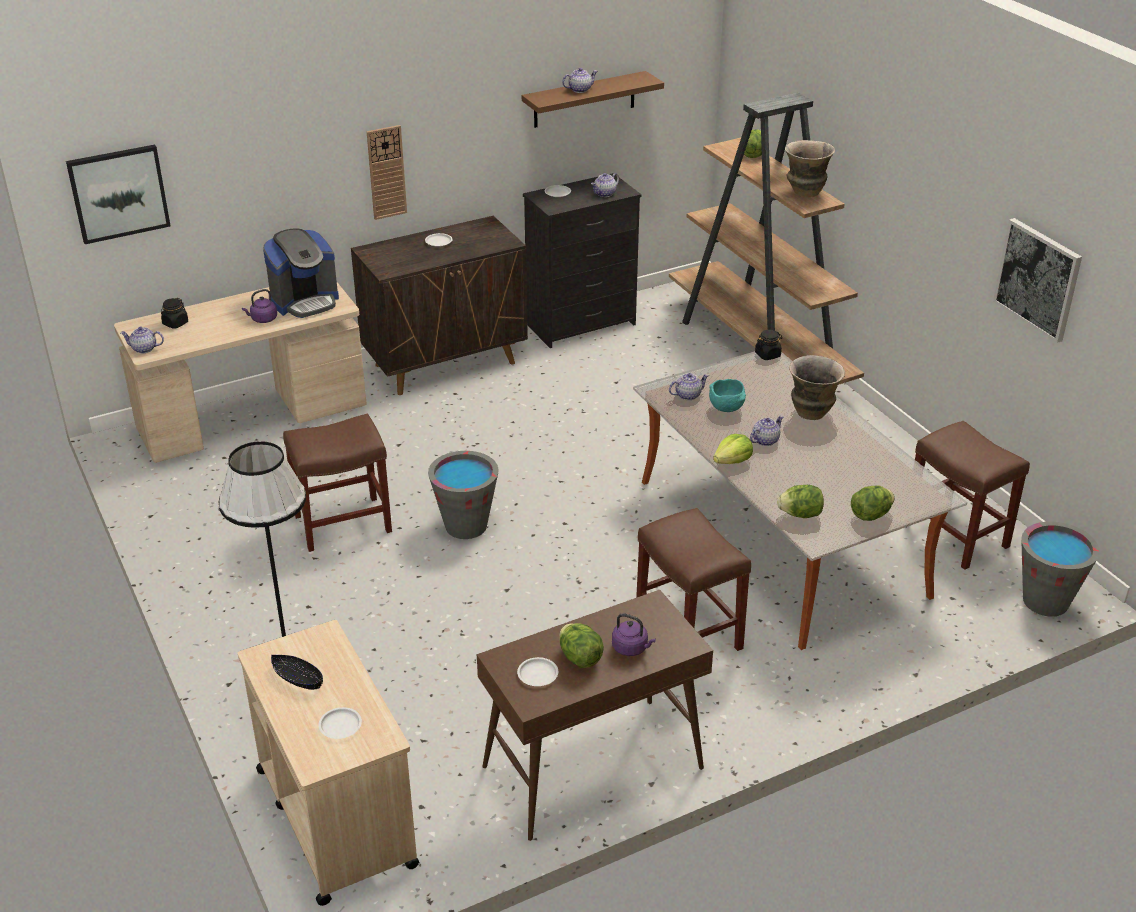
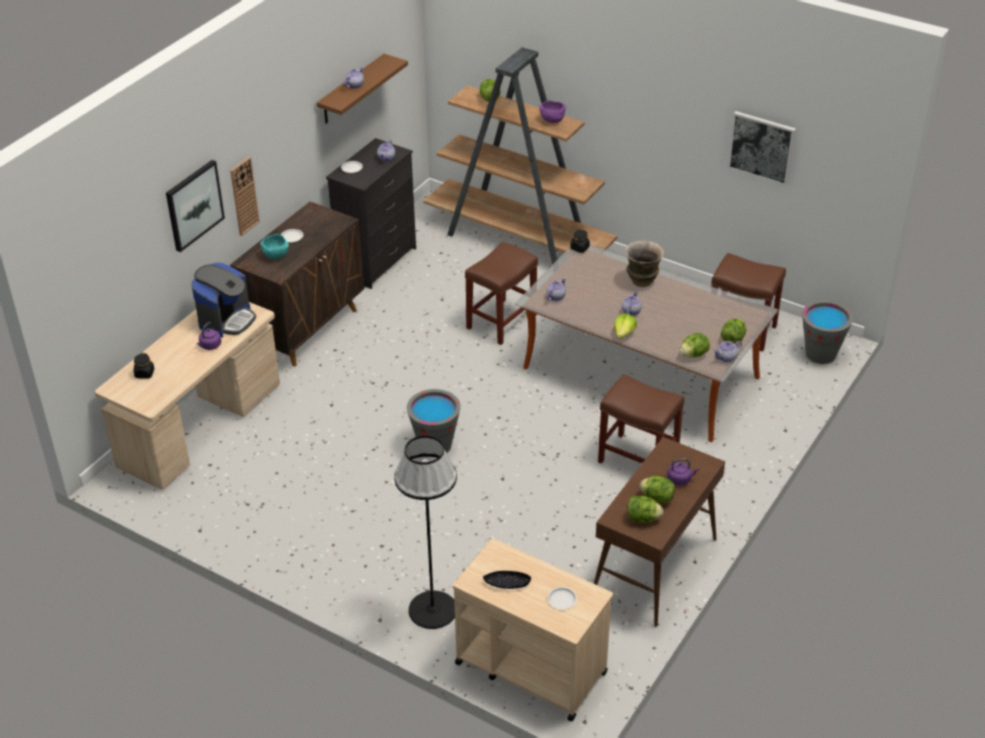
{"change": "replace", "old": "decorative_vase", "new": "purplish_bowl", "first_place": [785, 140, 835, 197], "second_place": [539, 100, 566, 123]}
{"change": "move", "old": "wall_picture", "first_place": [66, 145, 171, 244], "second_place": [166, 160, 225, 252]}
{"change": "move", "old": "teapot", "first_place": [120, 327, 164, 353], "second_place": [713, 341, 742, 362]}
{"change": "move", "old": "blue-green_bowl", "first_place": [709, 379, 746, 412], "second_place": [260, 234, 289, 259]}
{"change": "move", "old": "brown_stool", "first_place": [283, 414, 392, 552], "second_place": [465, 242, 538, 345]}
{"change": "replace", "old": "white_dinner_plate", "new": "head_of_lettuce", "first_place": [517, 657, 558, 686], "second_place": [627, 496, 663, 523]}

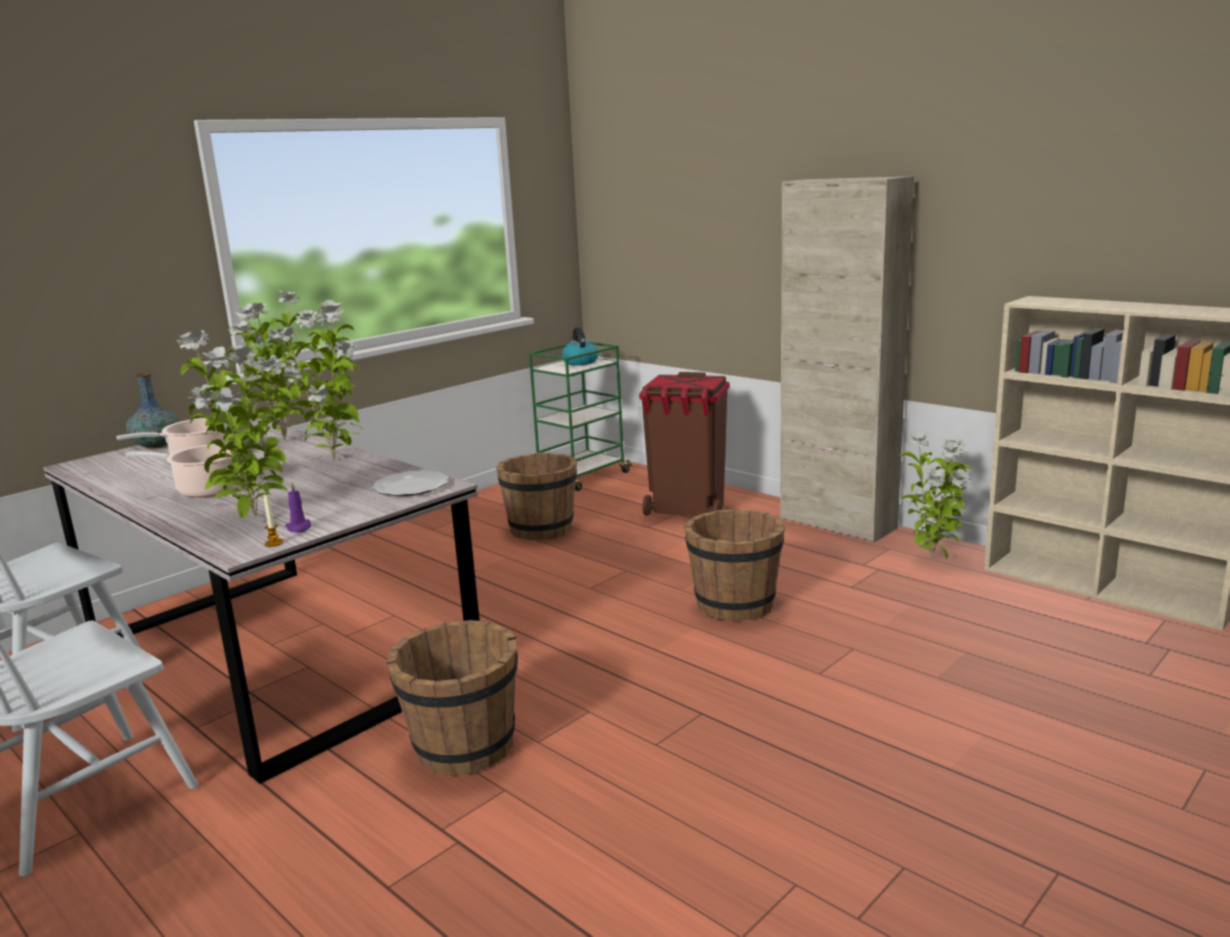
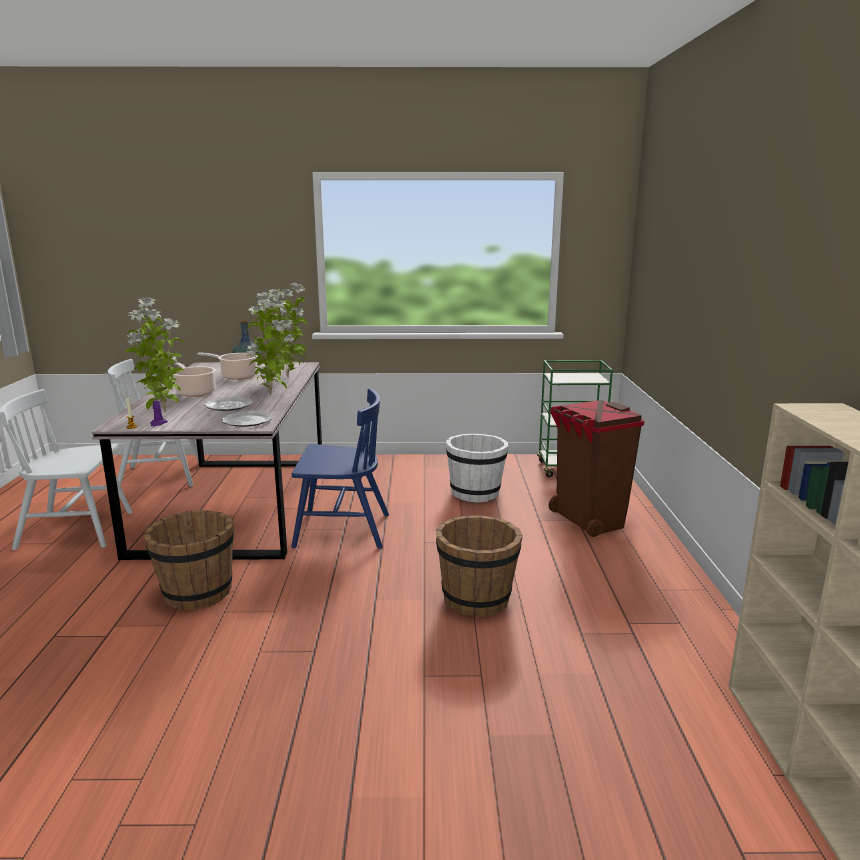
{"change": "delete", "old": "beige_cabinet", "first_place": [780, 176, 914, 543]}
{"change": "delete", "old": "water_kettle", "first_place": [561, 327, 599, 366]}
{"change": "delete", "old": "plant_in_a_pot", "first_place": [899, 432, 971, 560]}
{"change": "recolor", "old": "brown_water_bucket", "new": "white_water_bucket", "first_place": [496, 453, 577, 540], "second_place": [446, 434, 508, 503]}
{"change": "insert", "new": "blue_upright_chair", "second_place": [291, 389, 389, 549]}
{"change": "insert", "new": "dinner_plate", "second_place": [205, 397, 253, 411]}

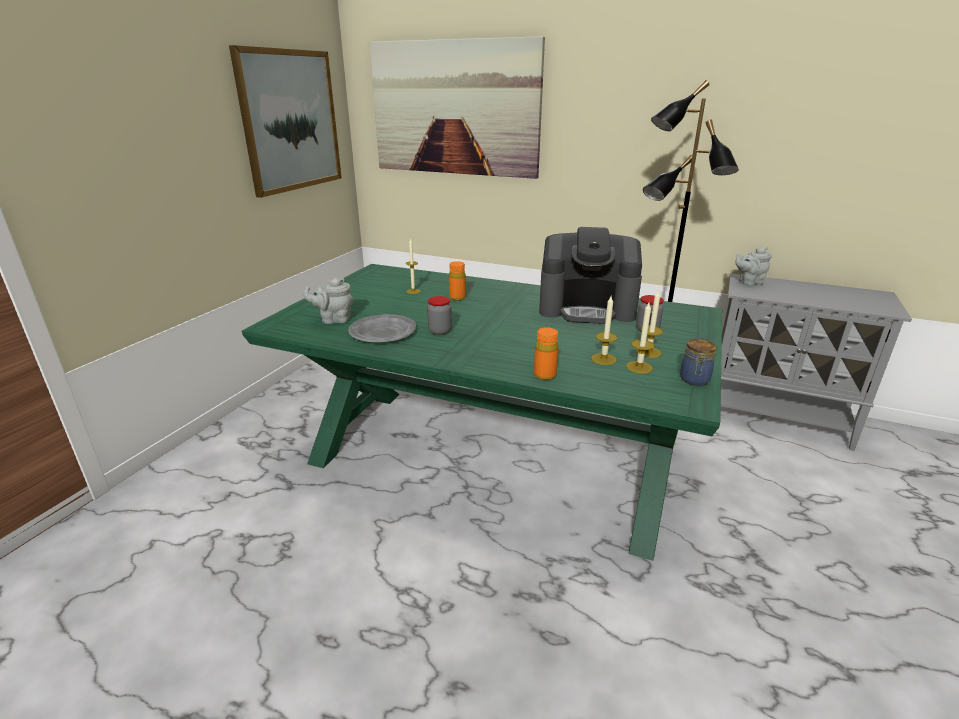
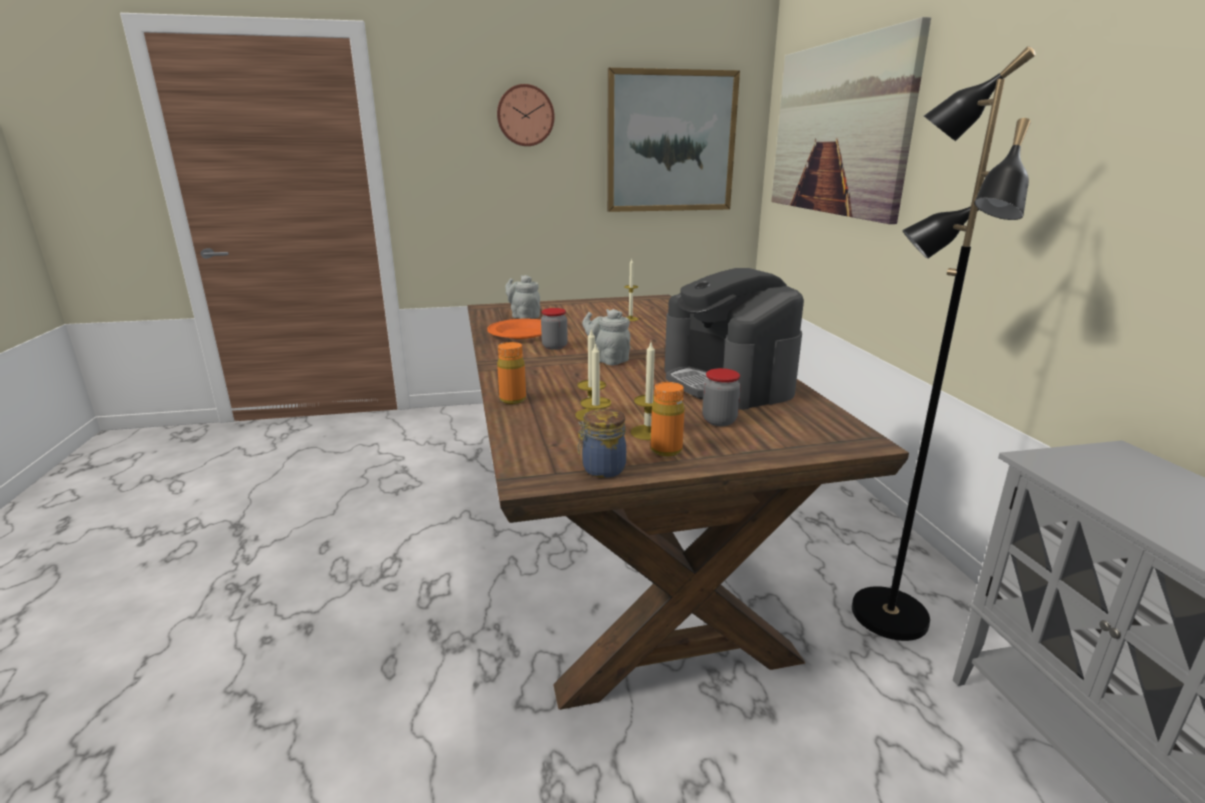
{"change": "move", "old": "gray_teapot", "first_place": [735, 247, 772, 286], "second_place": [582, 309, 630, 365]}
{"change": "move", "old": "orange_drink_bottle", "first_place": [449, 261, 466, 301], "second_place": [651, 382, 684, 457]}
{"change": "recolor", "old": "green_dining_table", "new": "brown_dining_table", "first_place": [242, 264, 722, 561], "second_place": [467, 295, 909, 710]}
{"change": "recolor", "old": "gray_dinner_plate", "new": "orange_dinner_plate", "first_place": [348, 314, 416, 342], "second_place": [487, 319, 542, 339]}
{"change": "insert", "new": "wall_clock", "second_place": [497, 84, 554, 146]}

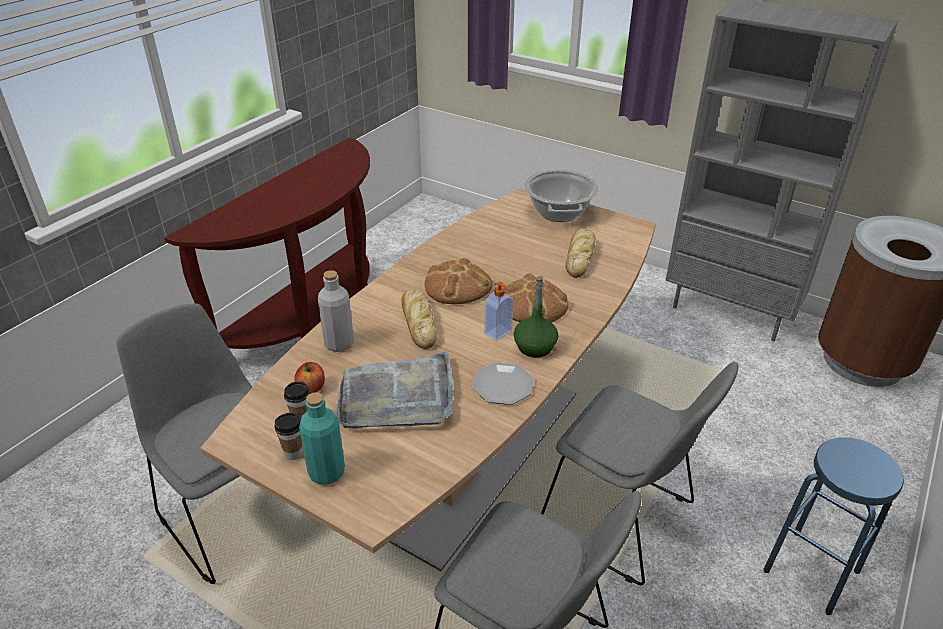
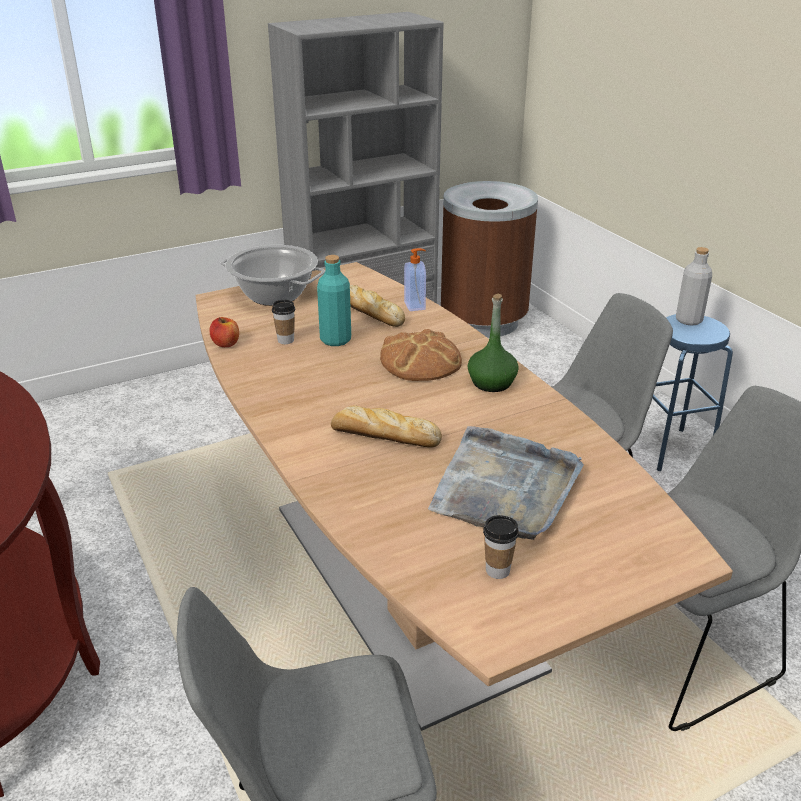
{"change": "delete", "old": "baked_bread", "first_place": [424, 258, 492, 304]}
{"change": "move", "old": "gray_drink_bottle", "first_place": [318, 270, 354, 352], "second_place": [676, 247, 712, 326]}
{"change": "move", "old": "soap_dispenser", "first_place": [484, 281, 513, 341], "second_place": [404, 248, 426, 311]}
{"change": "move", "old": "whole_apple", "first_place": [294, 362, 325, 394], "second_place": [209, 317, 239, 347]}
{"change": "delete", "old": "dinner_plate", "first_place": [472, 363, 533, 405]}
{"change": "move", "old": "blue-green_drink_bottle", "first_place": [299, 392, 345, 485], "second_place": [317, 255, 351, 346]}
{"change": "move", "old": "drinking_cup", "first_place": [274, 413, 303, 460], "second_place": [272, 300, 295, 344]}

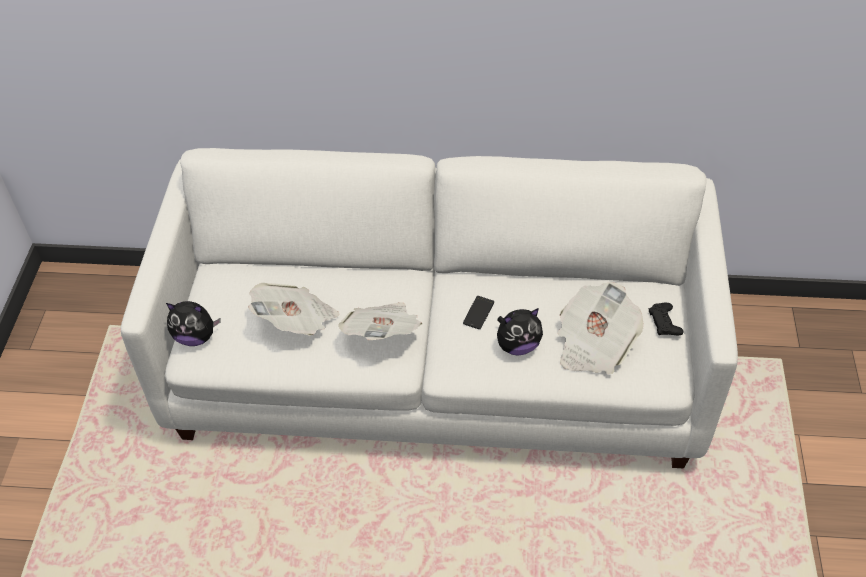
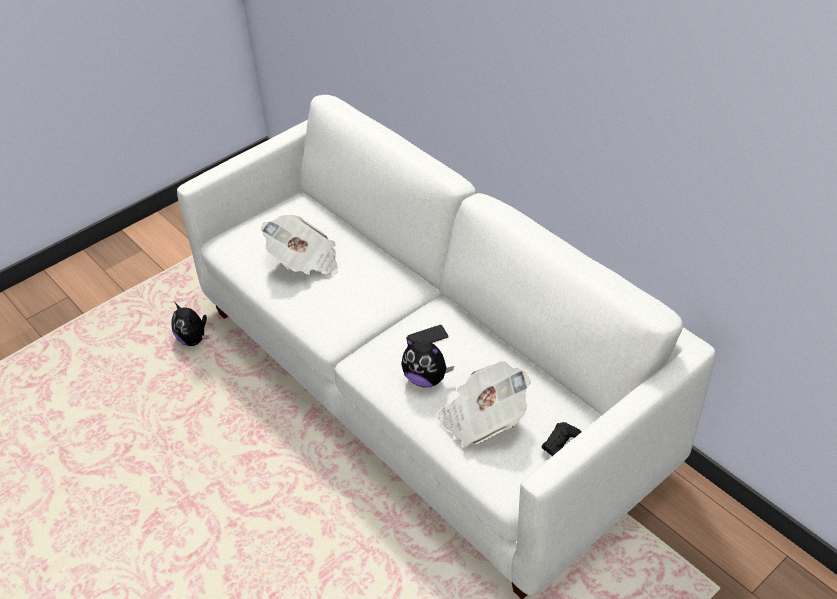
{"change": "move", "old": "plush_toy", "first_place": [166, 301, 220, 346], "second_place": [171, 302, 210, 346]}
{"change": "delete", "old": "printed_paper", "first_place": [338, 302, 422, 340]}

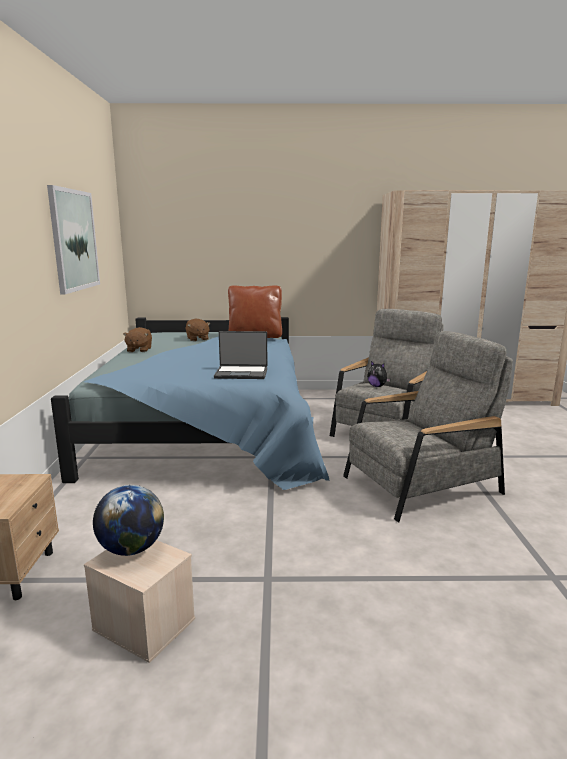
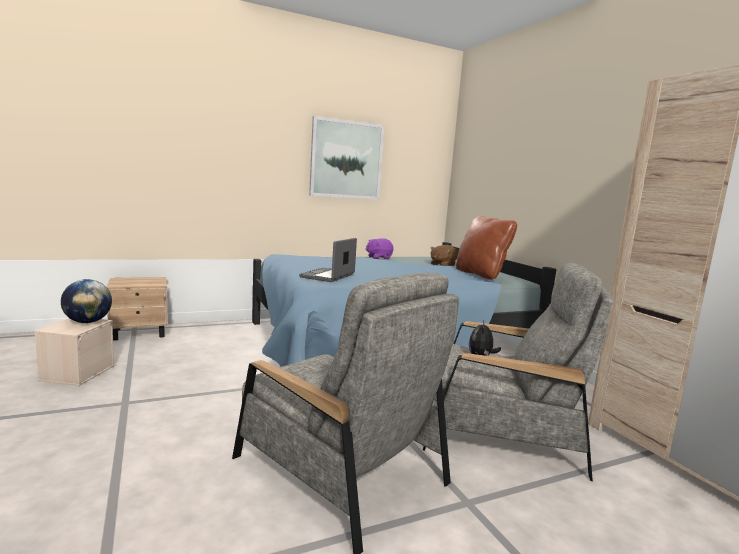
{"change": "recolor", "old": "brown_plush_toy", "new": "purplish_plush_toy", "first_place": [123, 327, 152, 352], "second_place": [366, 238, 394, 259]}
{"change": "rotate", "old": "portable_computer", "first_place": [214, 331, 267, 379], "second_place": [299, 238, 357, 282], "degrees": 45}

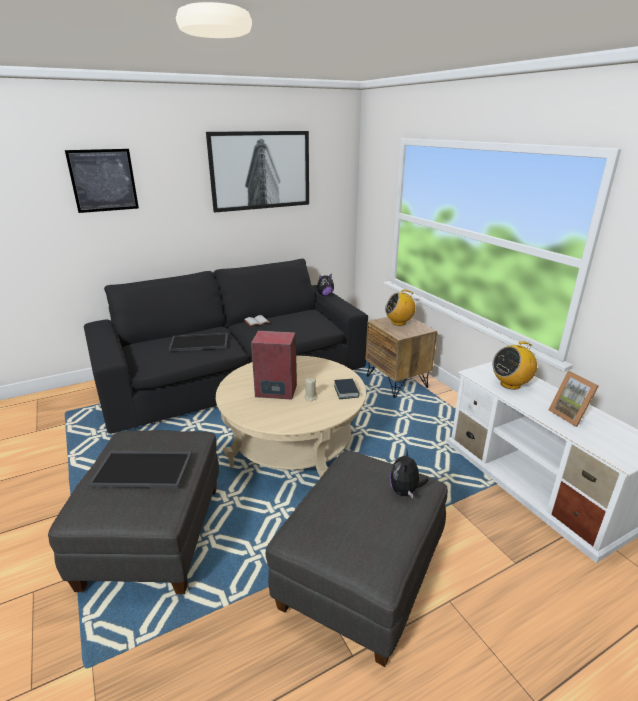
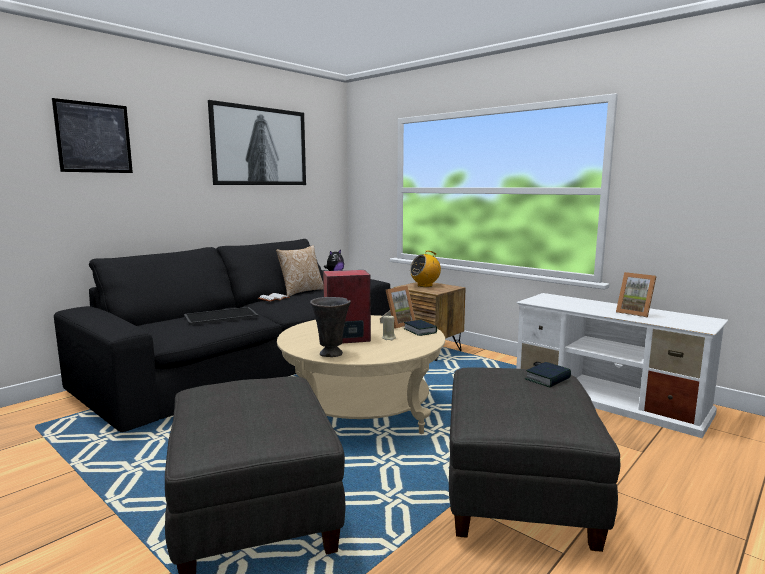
{"change": "delete", "old": "radio", "first_place": [492, 341, 537, 390]}
{"change": "replace", "old": "plush_toy", "new": "volume", "first_place": [390, 448, 428, 498], "second_place": [525, 362, 571, 388]}
{"change": "delete", "old": "carrying_tray", "first_place": [88, 451, 192, 488]}
{"change": "insert", "new": "cushion", "second_place": [276, 245, 324, 297]}
{"change": "insert", "new": "standing_frame", "second_place": [380, 286, 415, 329]}
{"change": "insert", "new": "gray_decorative_vase", "second_place": [310, 297, 351, 357]}

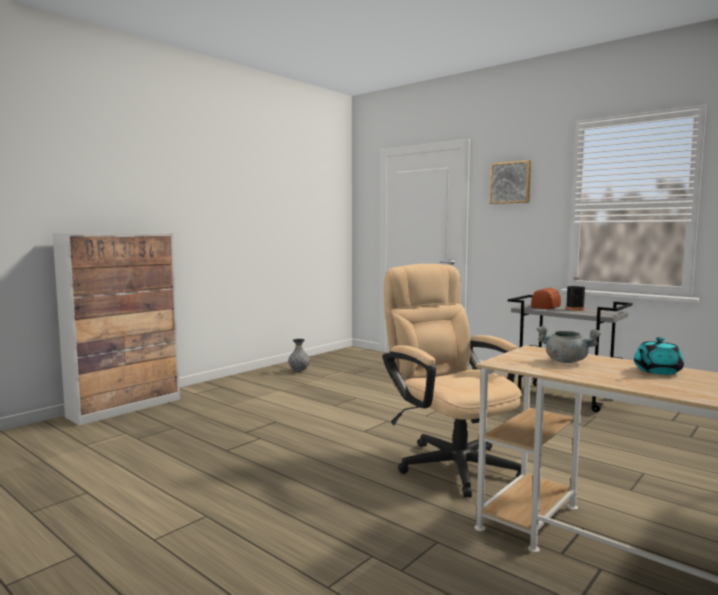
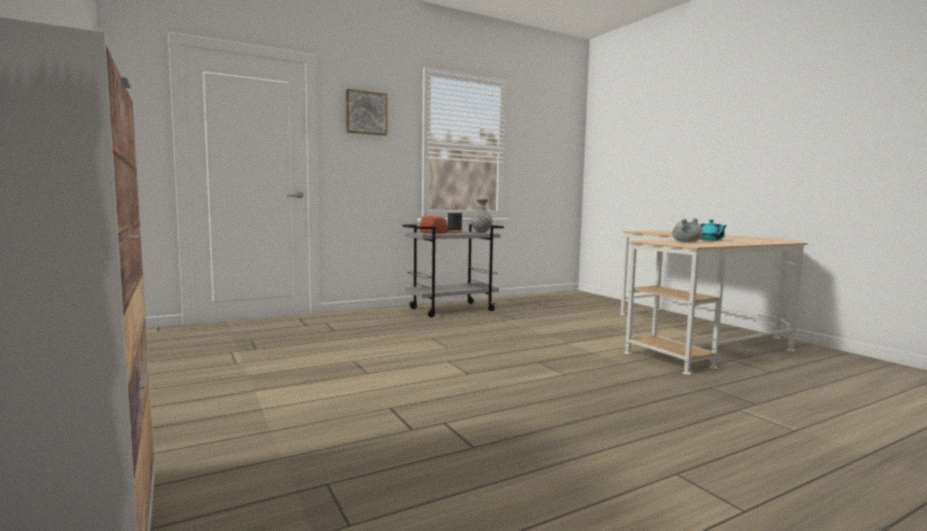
{"change": "delete", "old": "beige_desk_chair", "first_place": [383, 264, 522, 498]}
{"change": "move", "old": "gray_decorative_vase", "first_place": [288, 339, 310, 372], "second_place": [471, 199, 493, 233]}

